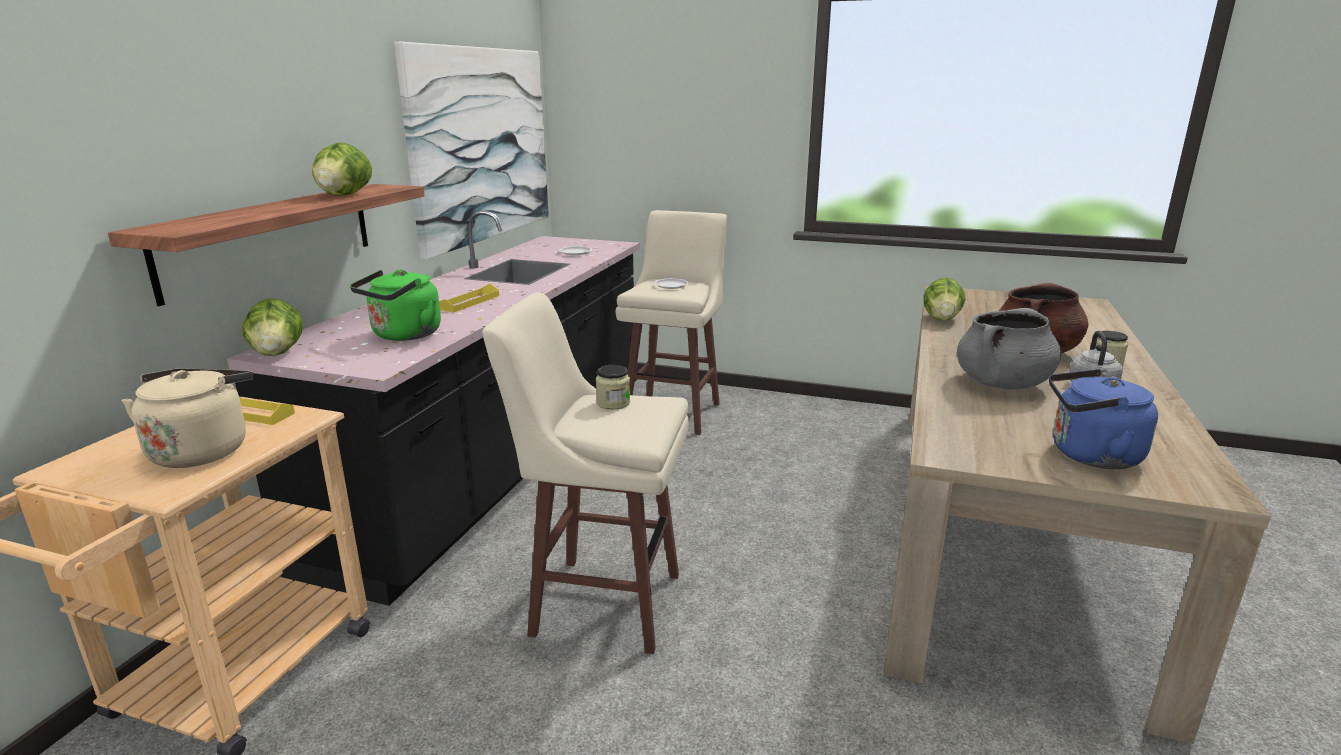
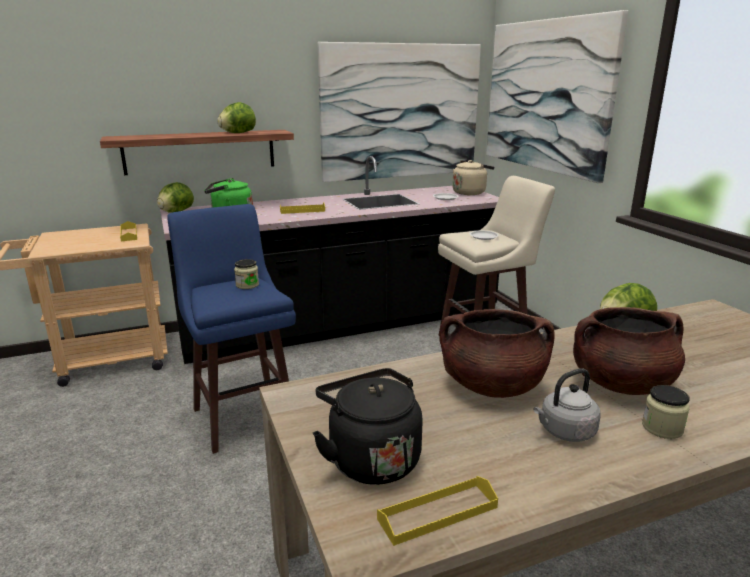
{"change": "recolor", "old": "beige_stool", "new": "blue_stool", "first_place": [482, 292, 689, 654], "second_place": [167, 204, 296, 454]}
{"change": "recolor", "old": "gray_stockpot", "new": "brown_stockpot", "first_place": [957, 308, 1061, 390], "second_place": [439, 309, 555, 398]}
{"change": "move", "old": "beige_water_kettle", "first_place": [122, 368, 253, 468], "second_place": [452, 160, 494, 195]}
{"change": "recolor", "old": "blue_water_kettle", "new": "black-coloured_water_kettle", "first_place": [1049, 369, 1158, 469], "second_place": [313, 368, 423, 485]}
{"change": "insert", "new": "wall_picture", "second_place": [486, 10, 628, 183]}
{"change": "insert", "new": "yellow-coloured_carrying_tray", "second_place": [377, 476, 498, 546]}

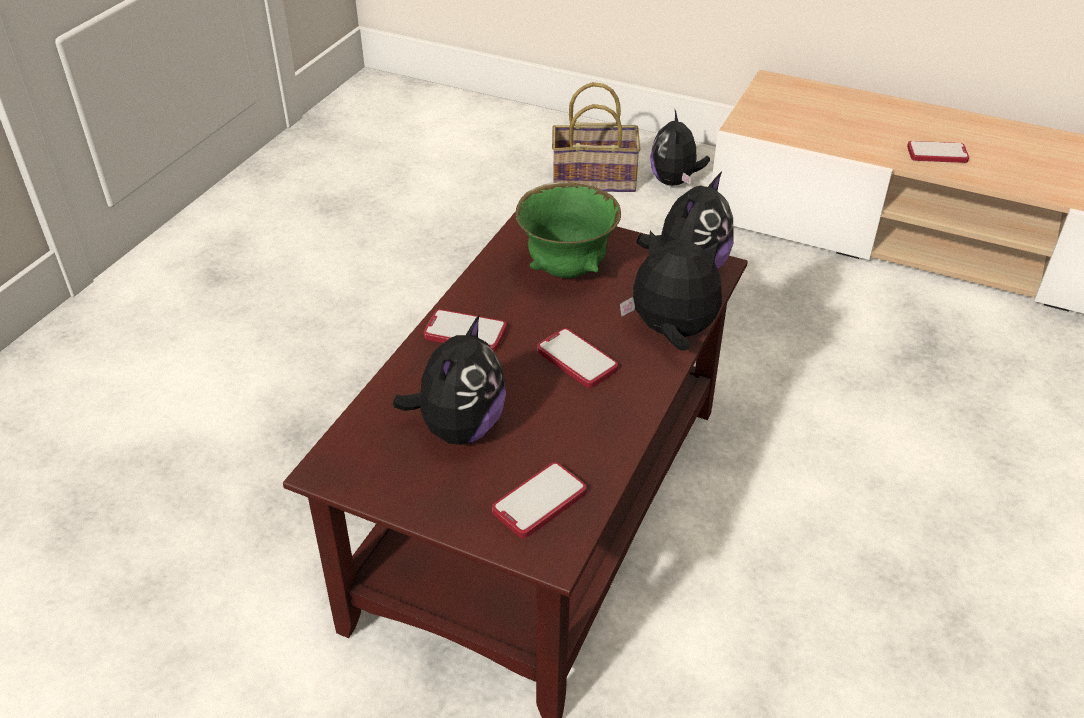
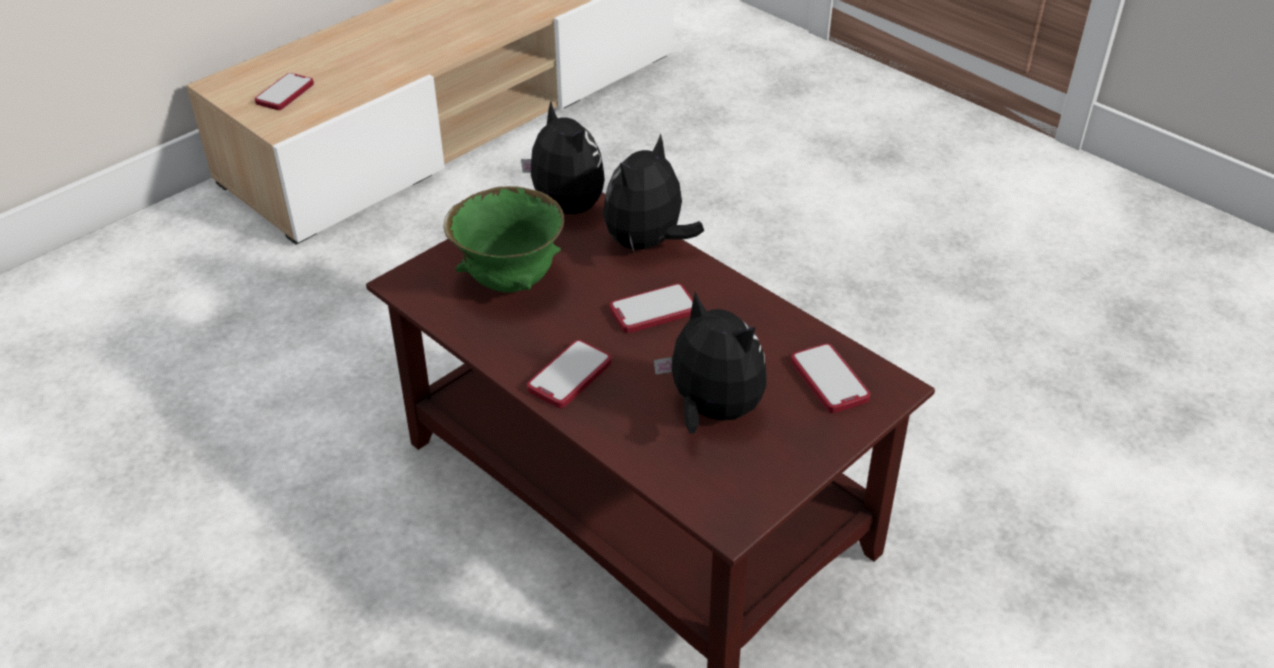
{"change": "delete", "old": "basket", "first_place": [552, 82, 640, 192]}
{"change": "delete", "old": "plush_toy", "first_place": [650, 110, 710, 186]}
{"change": "move", "old": "phone", "first_place": [907, 141, 969, 163], "second_place": [255, 73, 314, 110]}

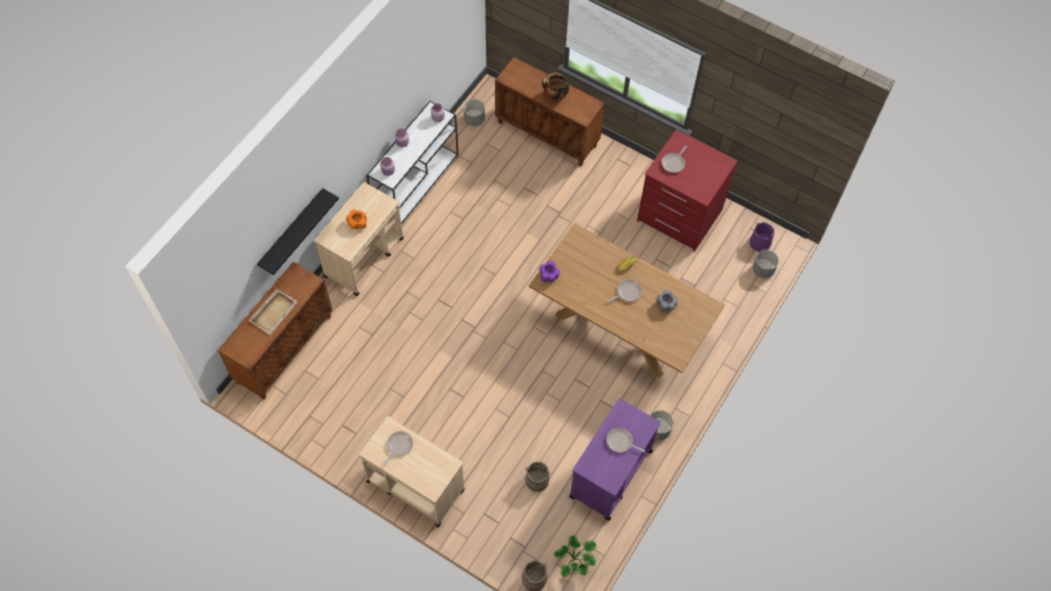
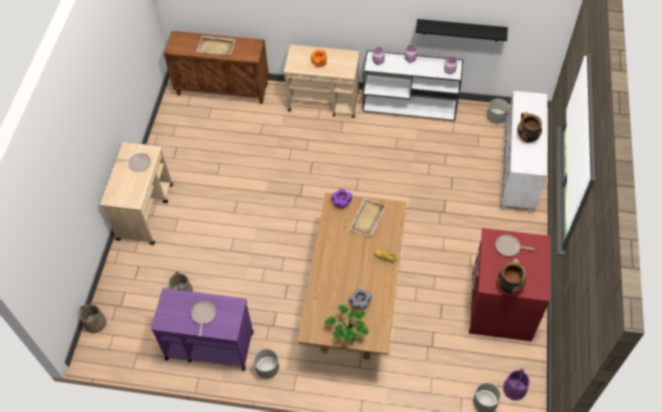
{"change": "recolor", "old": "brown_cabinet", "new": "white_cabinet", "first_place": [495, 57, 605, 166], "second_place": [501, 91, 547, 213]}
{"change": "move", "old": "black-coloured_wall_shelf", "first_place": [257, 188, 339, 275], "second_place": [416, 19, 508, 42]}
{"change": "delete", "old": "frying_pan", "first_place": [608, 280, 642, 302]}
{"change": "move", "old": "plant_in_a_pot", "first_place": [554, 535, 597, 578], "second_place": [325, 304, 369, 341]}
{"change": "insert", "new": "beige_carrying_tray", "second_place": [349, 198, 387, 237]}
{"change": "insert", "new": "stockpot", "second_place": [498, 258, 526, 293]}

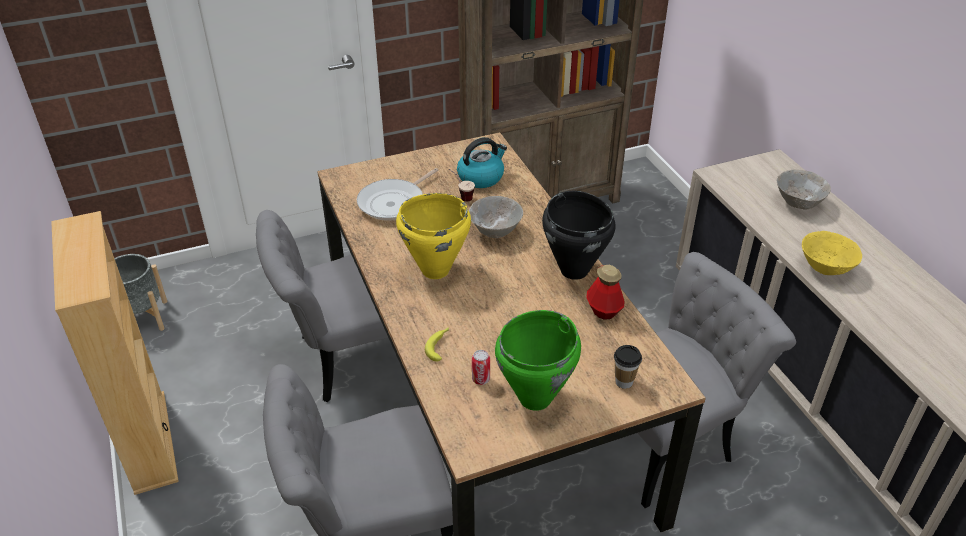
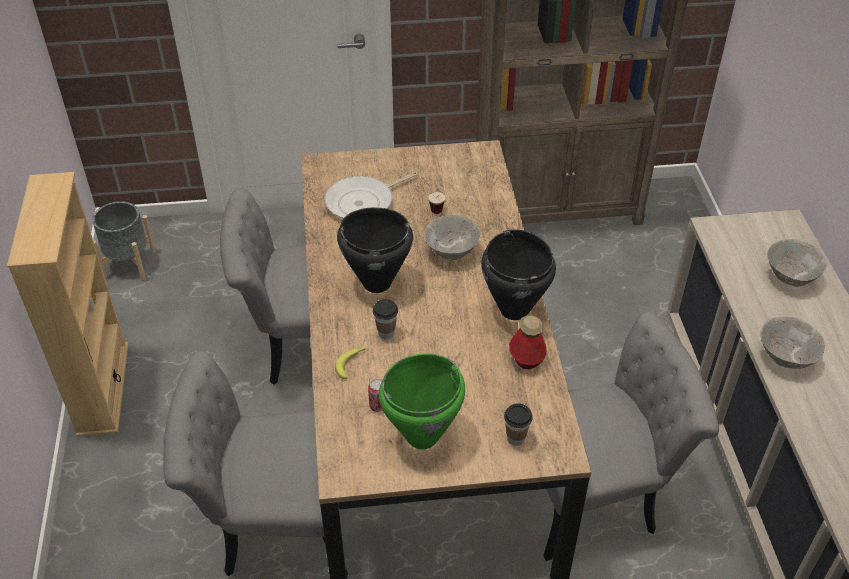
{"change": "delete", "old": "water_kettle", "first_place": [457, 137, 507, 188]}
{"change": "recolor", "old": "yellow-coloured_stockpot", "new": "black-coloured_stockpot", "first_place": [396, 193, 471, 279], "second_place": [337, 207, 413, 293]}
{"change": "recolor", "old": "yellow-coloured_bowl", "new": "gray_bowl", "first_place": [802, 231, 862, 275], "second_place": [760, 317, 825, 369]}
{"change": "insert", "new": "drinking_cup", "second_place": [372, 299, 398, 339]}

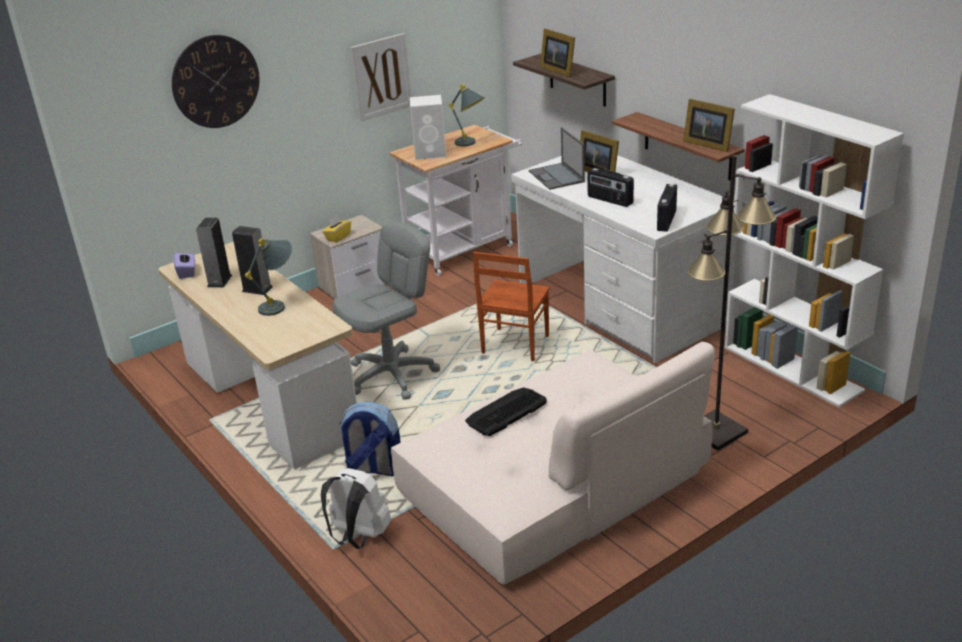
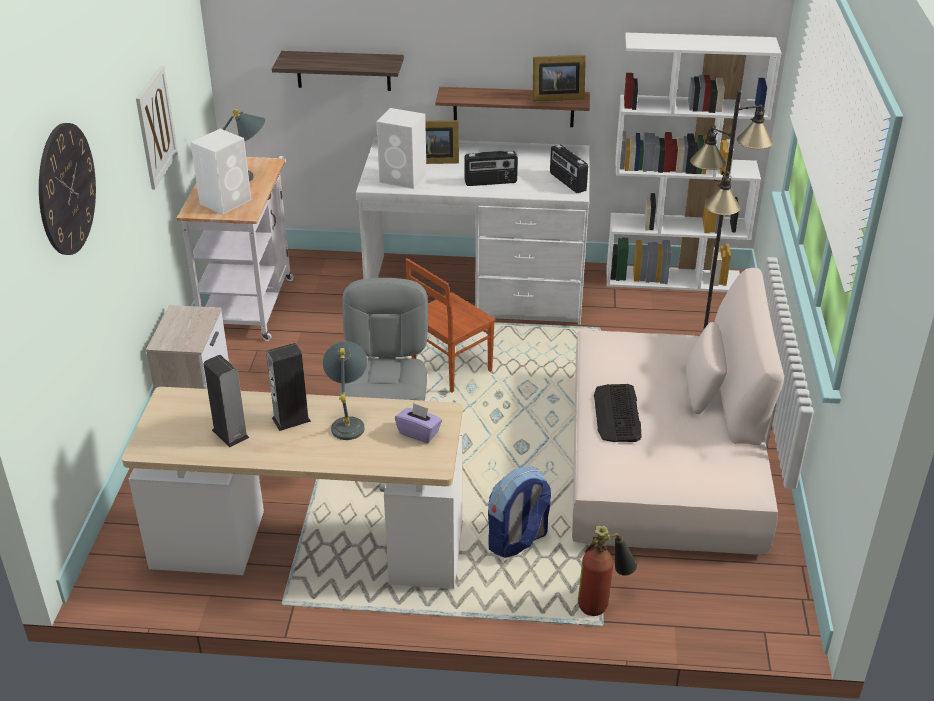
{"change": "delete", "old": "standing_frame", "first_place": [540, 29, 575, 77]}
{"change": "replace", "old": "portable_computer", "new": "white_speaker", "first_place": [529, 127, 585, 190], "second_place": [376, 108, 427, 189]}
{"change": "delete", "old": "yellow-coloured_box_of_tissues", "first_place": [323, 216, 351, 243]}
{"change": "move", "old": "purplish_box_of_tissues", "first_place": [174, 250, 195, 279], "second_place": [395, 403, 442, 443]}
{"change": "rotate", "old": "brown_upright_chair", "first_place": [473, 252, 549, 361], "second_place": [405, 258, 495, 393], "degrees": 75}
{"change": "replace", "old": "white_backpack", "new": "fire_extinguisher", "first_place": [321, 468, 391, 549], "second_place": [578, 526, 637, 616]}

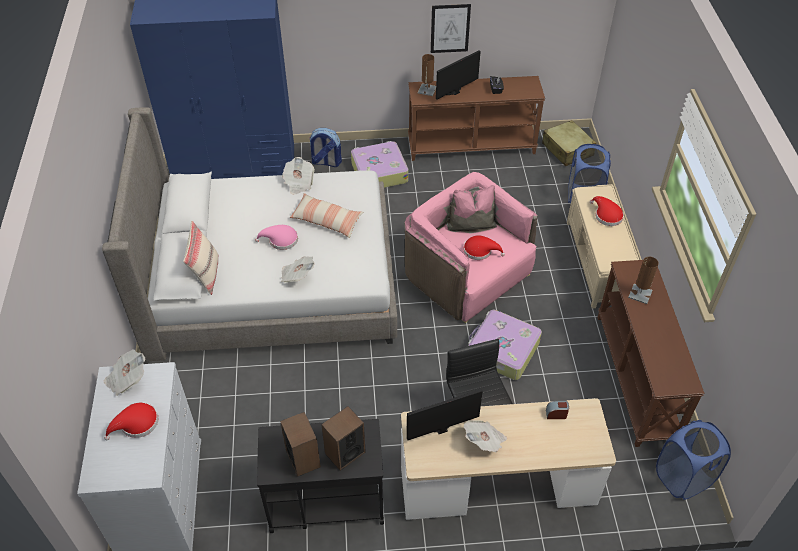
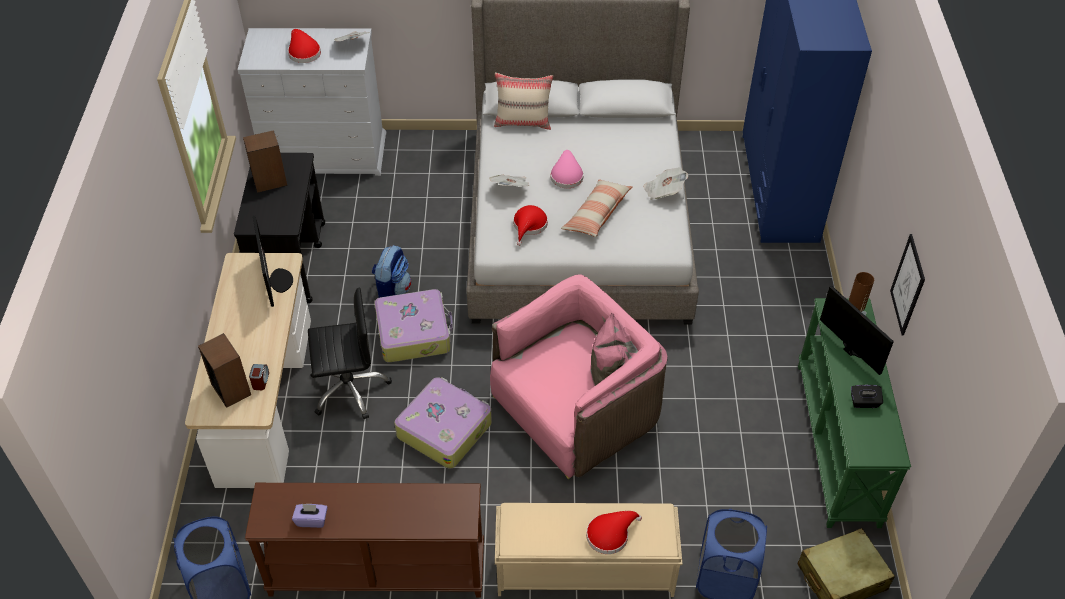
{"change": "recolor", "old": "brown_hall_table", "new": "green_hall_table", "first_place": [408, 76, 545, 161], "second_place": [798, 298, 911, 528]}
{"change": "move", "old": "backpack", "first_place": [310, 128, 342, 167], "second_place": [372, 245, 411, 298]}
{"change": "move", "old": "suitcase", "first_place": [351, 141, 409, 188], "second_place": [375, 289, 453, 362]}
{"change": "move", "old": "red-coloured_hat", "first_place": [464, 235, 505, 260], "second_place": [513, 205, 548, 246]}
{"change": "delete", "old": "brown_tabletop_lamp", "first_place": [628, 257, 659, 304]}
{"change": "move", "old": "speaker", "first_place": [321, 406, 366, 471], "second_place": [198, 333, 251, 408]}
{"change": "delete", "old": "printed_paper", "first_place": [464, 420, 507, 452]}
{"change": "insert", "new": "purplish_box_of_tissues", "second_place": [292, 504, 328, 528]}

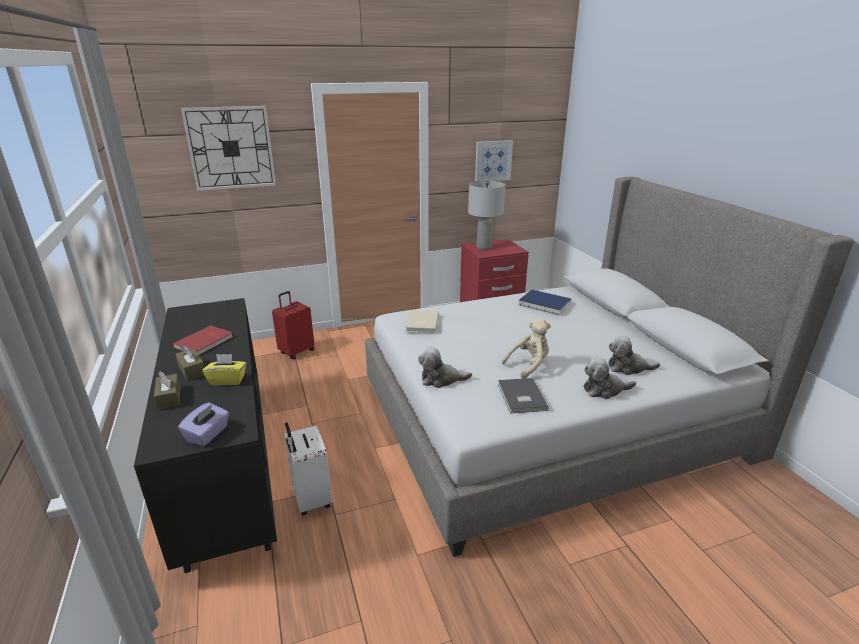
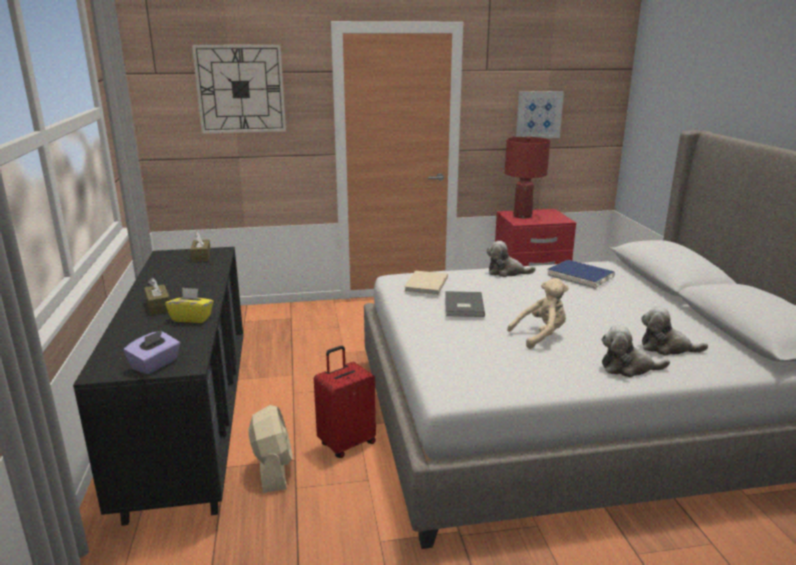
{"change": "recolor", "old": "gray_tabletop_lamp", "new": "red-coloured_tabletop_lamp", "first_place": [468, 180, 505, 250], "second_place": [505, 136, 550, 218]}
{"change": "move", "old": "red-coloured_suitcase", "first_place": [272, 291, 315, 359], "second_place": [314, 346, 376, 458]}
{"change": "delete", "old": "red-coloured_volume", "first_place": [173, 325, 234, 355]}
{"change": "move", "old": "plush_toy", "first_place": [418, 347, 472, 388], "second_place": [487, 241, 536, 277]}
{"change": "move", "old": "brown_box_of_tissues", "first_place": [154, 371, 180, 410], "second_place": [190, 232, 211, 262]}
{"change": "move", "old": "gray_volume", "first_place": [498, 378, 549, 414], "second_place": [445, 291, 485, 317]}
{"change": "replace", "old": "white_suitcase", "new": "beige_cooling_fan", "first_place": [284, 422, 332, 515], "second_place": [248, 405, 293, 493]}

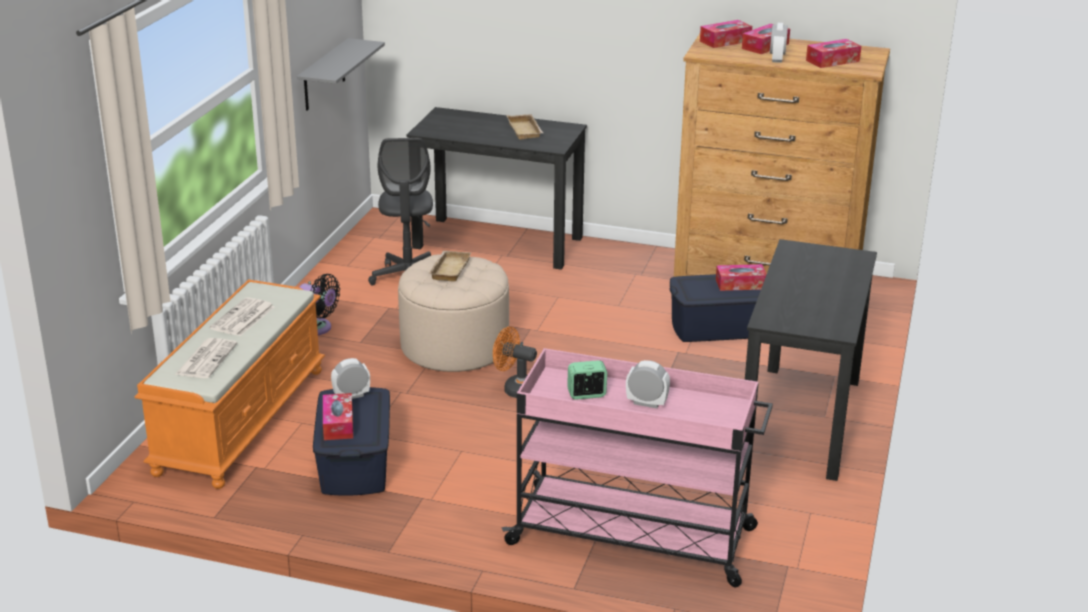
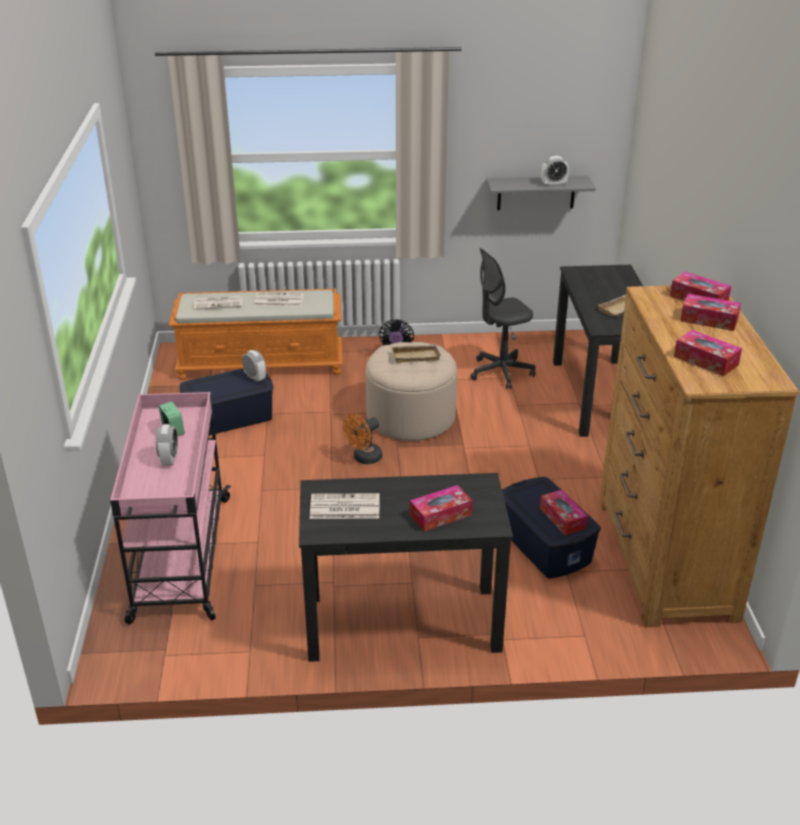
{"change": "move", "old": "table_clock", "first_place": [770, 23, 788, 63], "second_place": [541, 156, 569, 187]}
{"change": "rotate", "old": "orange_cooling_fan", "first_place": [493, 327, 537, 398], "second_place": [343, 414, 383, 464], "degrees": -135}
{"change": "move", "old": "box_of_tissues", "first_place": [323, 393, 353, 440], "second_place": [410, 485, 472, 531]}
{"change": "insert", "new": "printed_paper", "second_place": [310, 493, 379, 519]}

